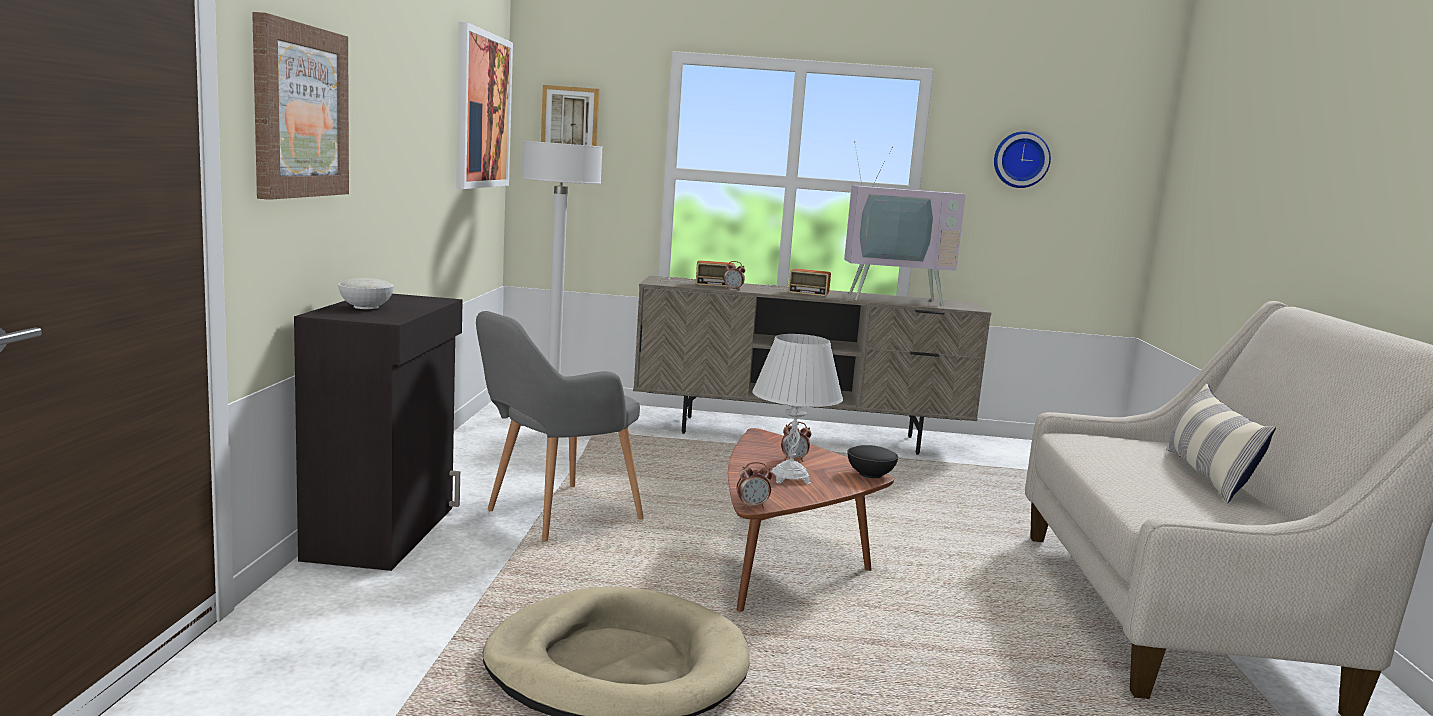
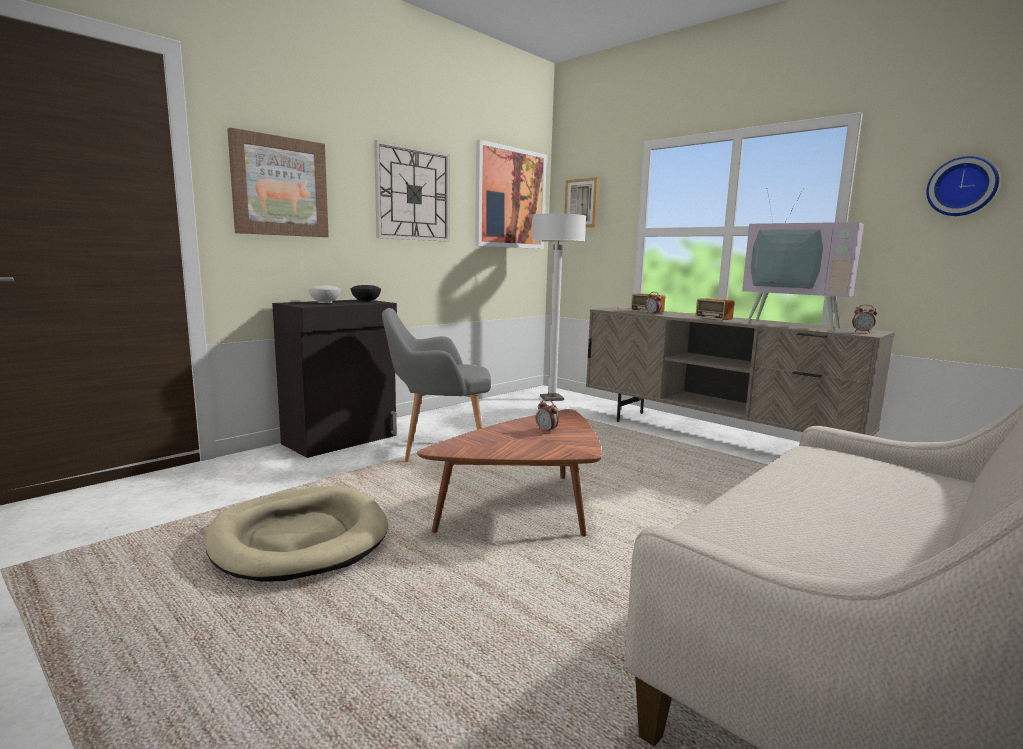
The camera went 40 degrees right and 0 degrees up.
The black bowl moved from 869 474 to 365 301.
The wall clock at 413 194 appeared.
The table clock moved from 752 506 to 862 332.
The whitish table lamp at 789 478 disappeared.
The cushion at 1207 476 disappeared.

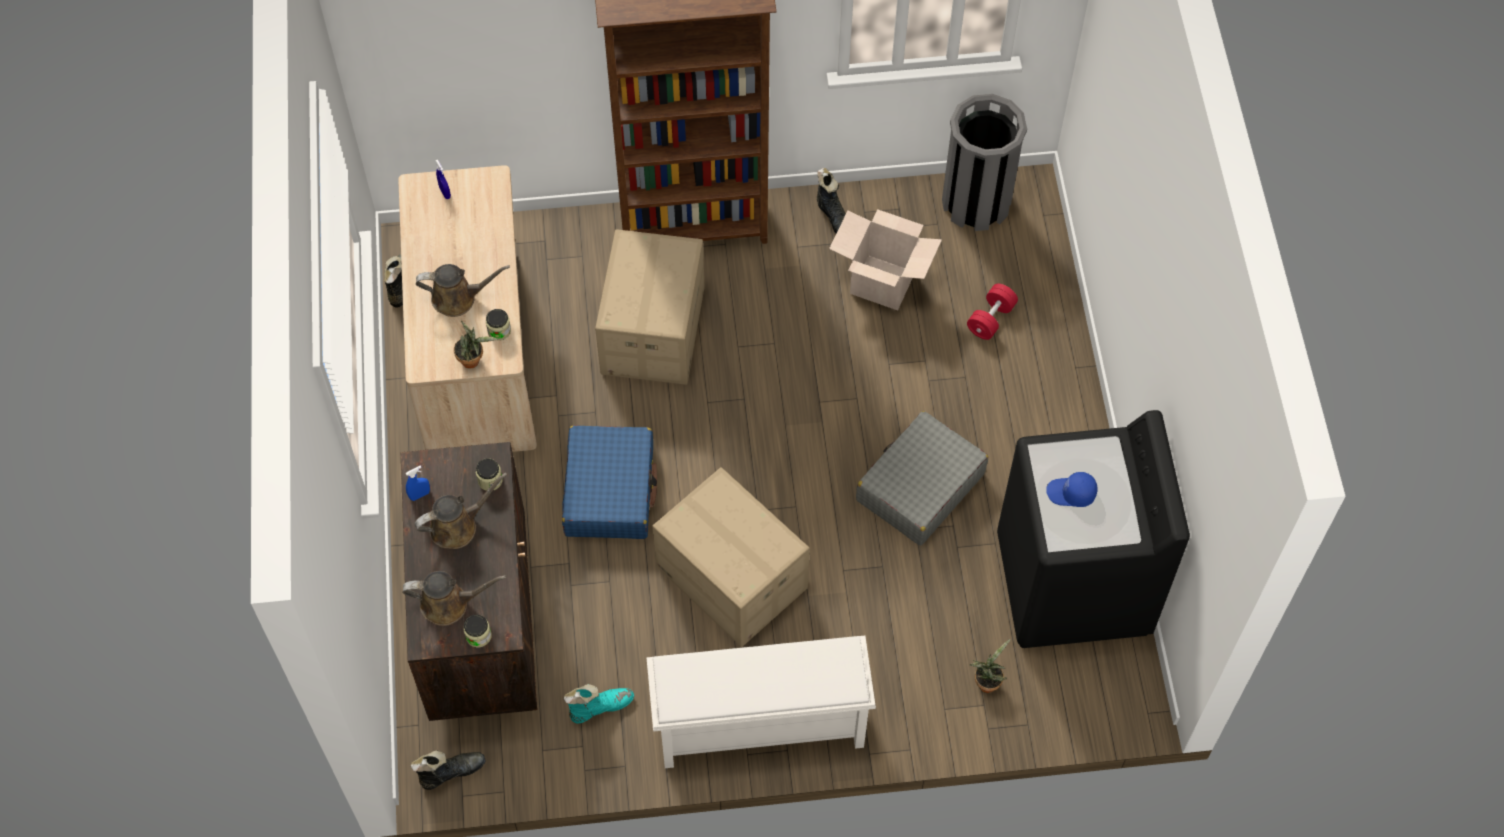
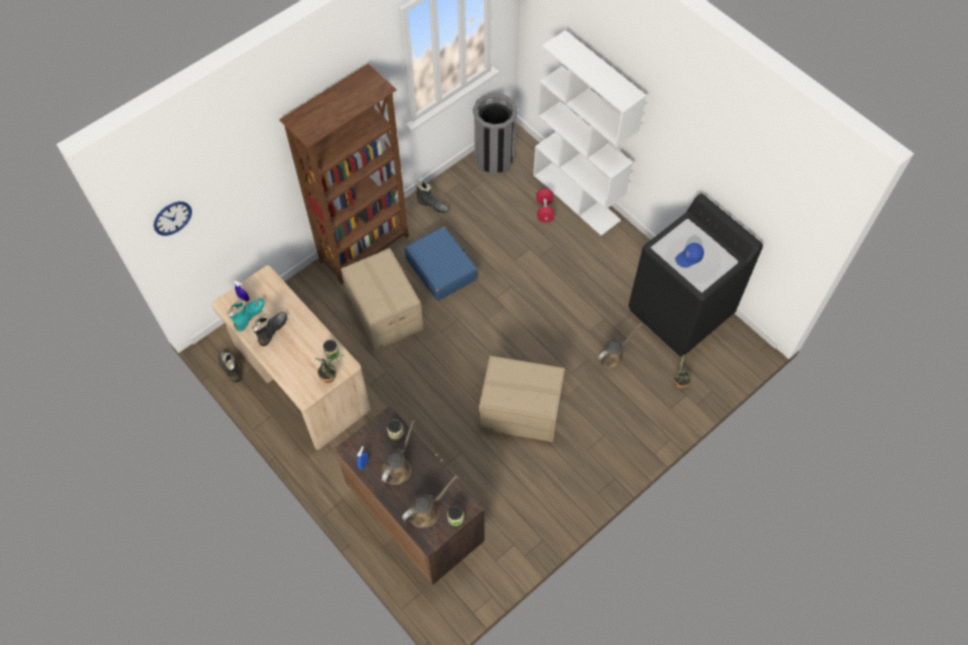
The camera went 35 degrees left and 0 degrees up.
The wall clock at 172 218 appeared.
The turquoise-coloured high-top boot moved from 600 707 to 249 317.
The black high-top boot moved from 451 772 to 272 331.
The blue piece of luggage moved from 610 490 to 441 269.
The whitish shelving unit at 577 197 appeared.
The brown sprinkling can moved from 458 298 to 613 356.
The whitish shoe stand at 758 727 disappeared.
The cardboard box at 882 283 disappeared.
The grey piece of luggage at 919 487 disappeared.

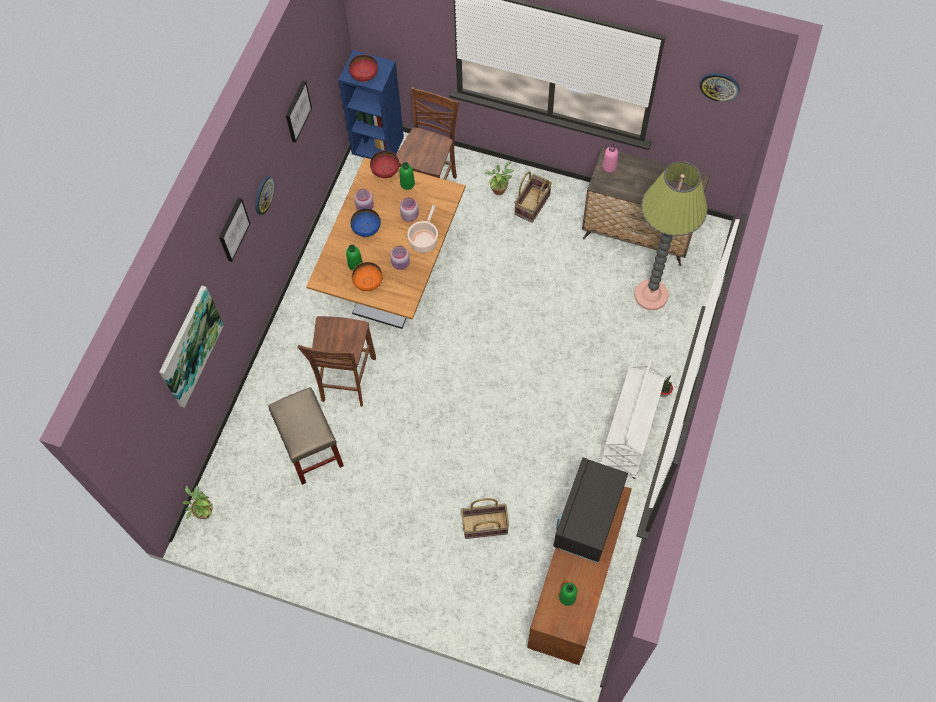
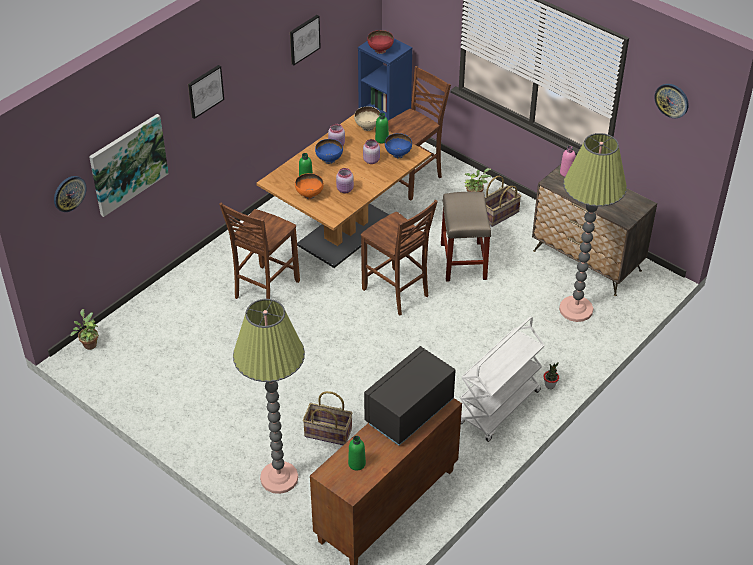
The camera went 20 degrees right and 20 degrees down.
The wall clock moved from 263 195 to 69 193.
The floor lamp at 279 478 appeared.
The red-coloured bowl at 385 172 became the beige bowl at 367 127.
The brown plain chair at 396 293 appeared.
The blue bowl at 398 154 appeared.
The beige stool seat moved from 312 450 to 463 262.
The stockpot at 424 240 disappeared.

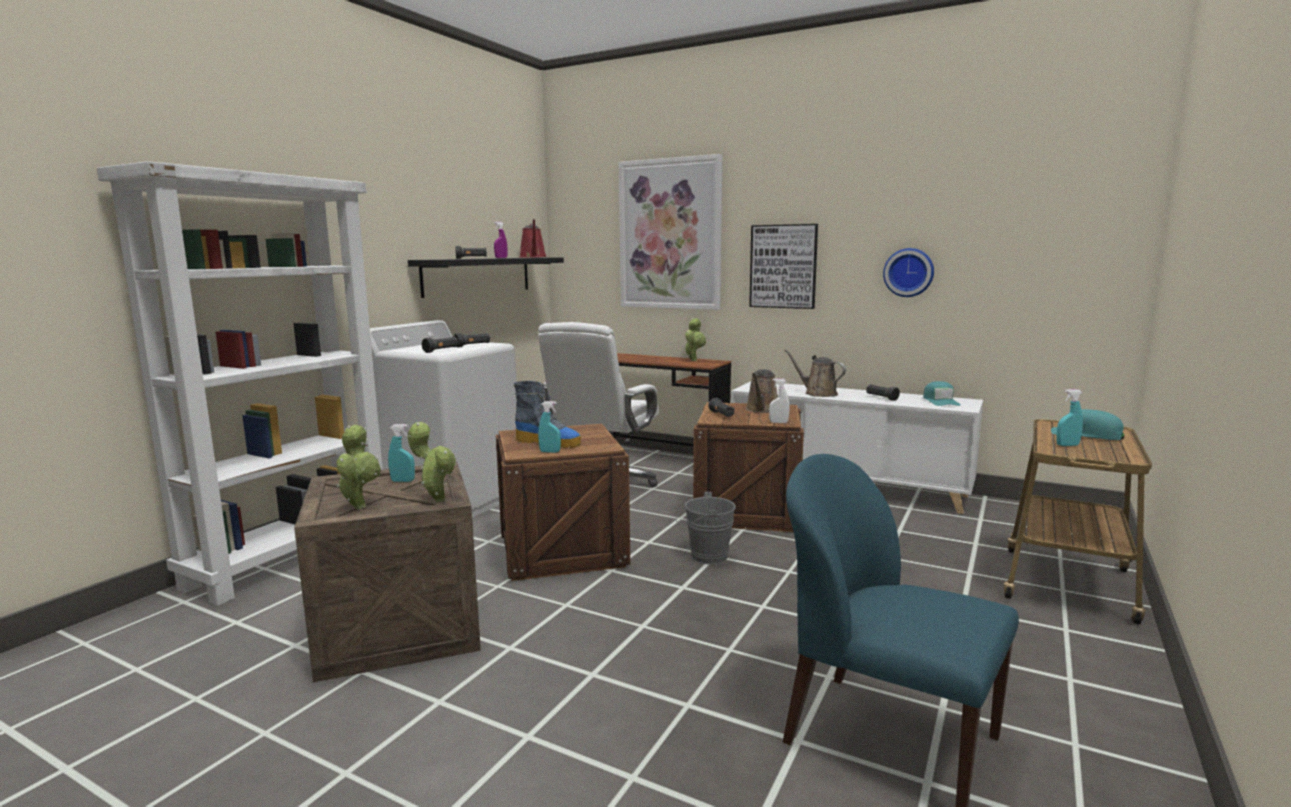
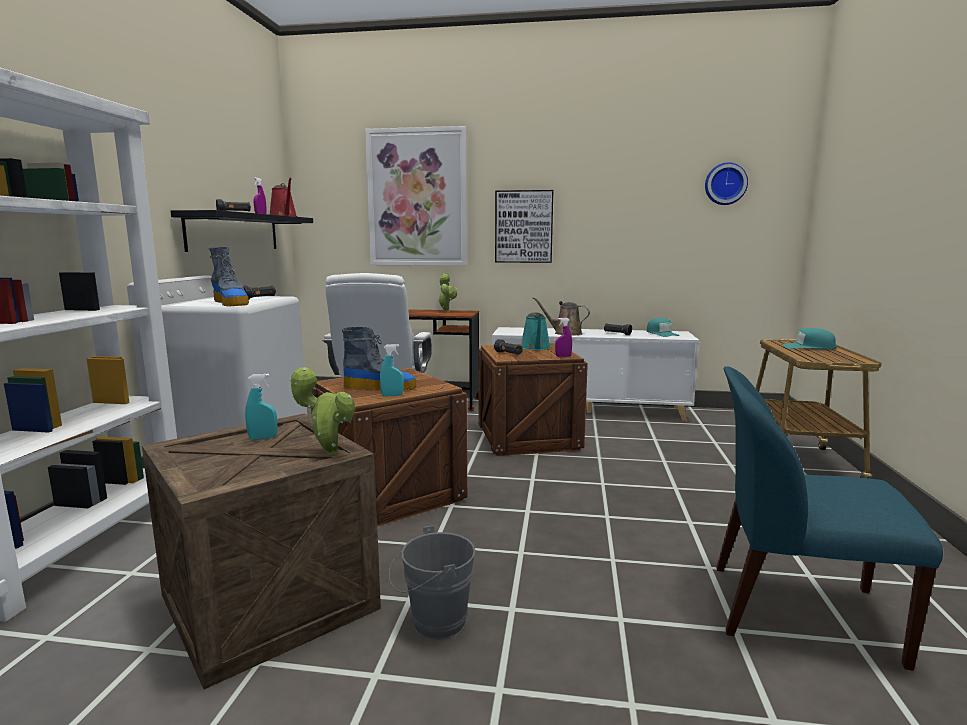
The camera went 20 degrees left and 0 degrees up.
The black flashlight at 441 351 was replaced by the high-top boot at 231 303.
The grey pail moved from 705 556 to 433 623.
The brown sprinkling can at 762 409 became the turquoise-coloured sprinkling can at 536 348.
The whitish spray bottle at 778 422 became the purple-coloured spray bottle at 563 356.
The wall clock moved from 908 272 to 725 184.
The houseplant at 359 505 disappeared.
The turquoise-coloured spray bottle at 1067 445 disappeared.

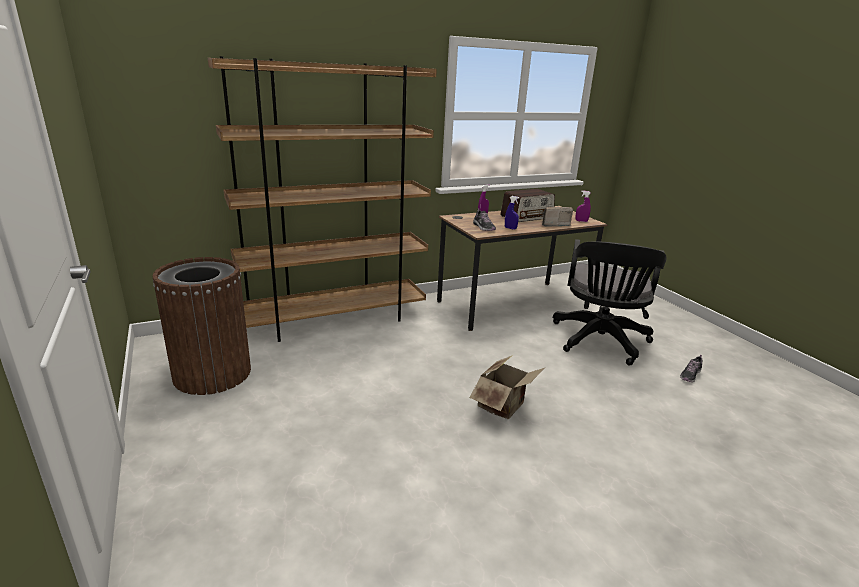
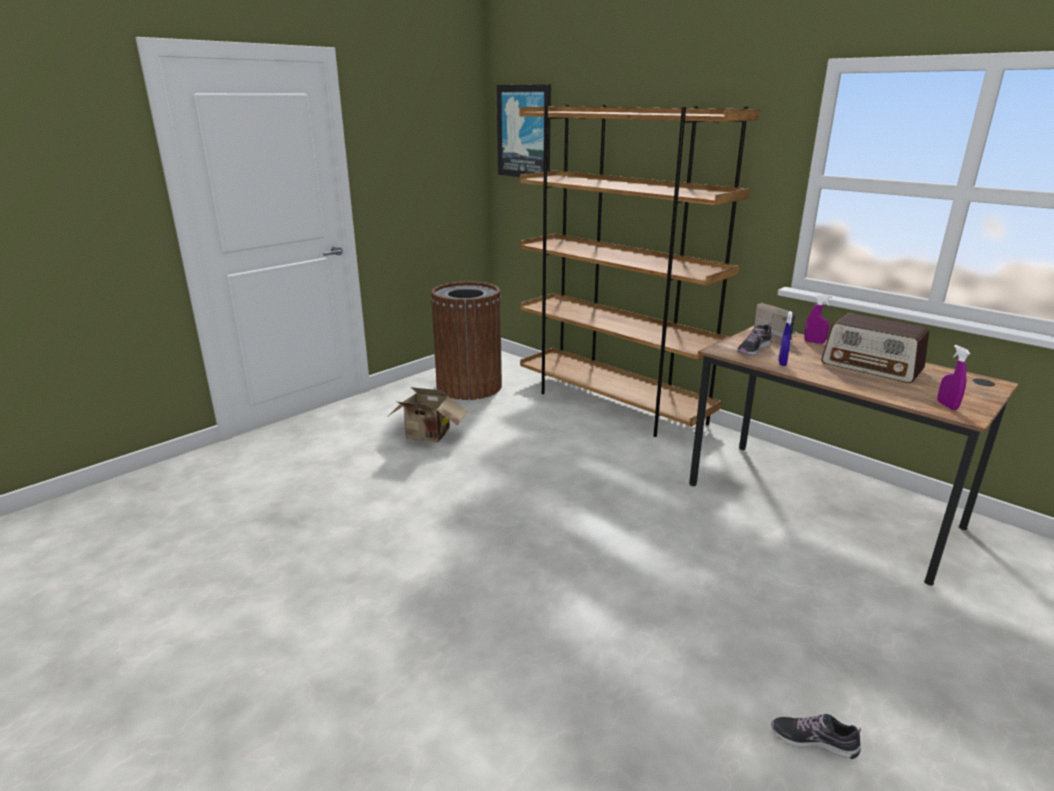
The camera went 70 degrees right and 0 degrees up.
The cardboard box moved from 504 406 to 428 436.
The picture at 524 132 appeared.
The radio set moved from 553 224 to 775 333.
The black desk chair at 600 342 disappeared.

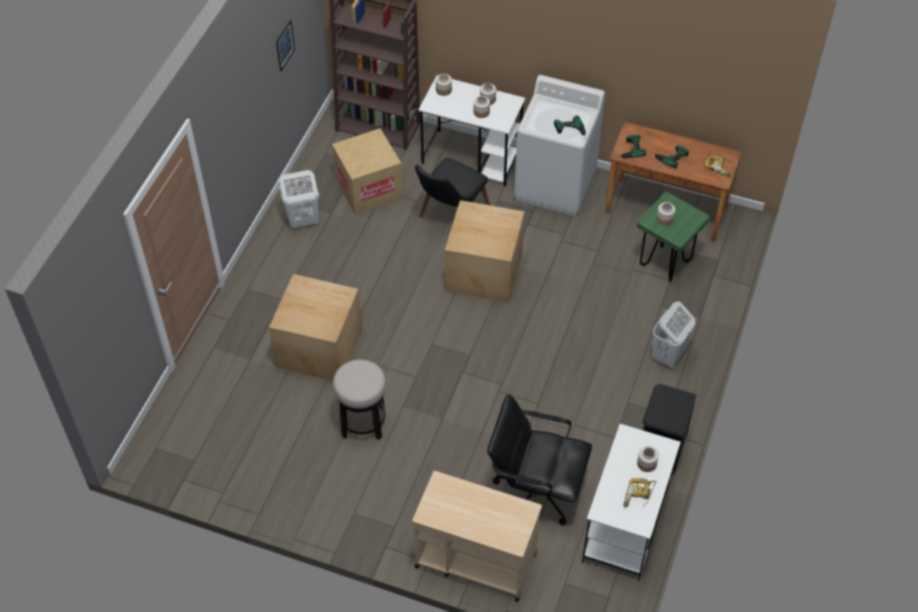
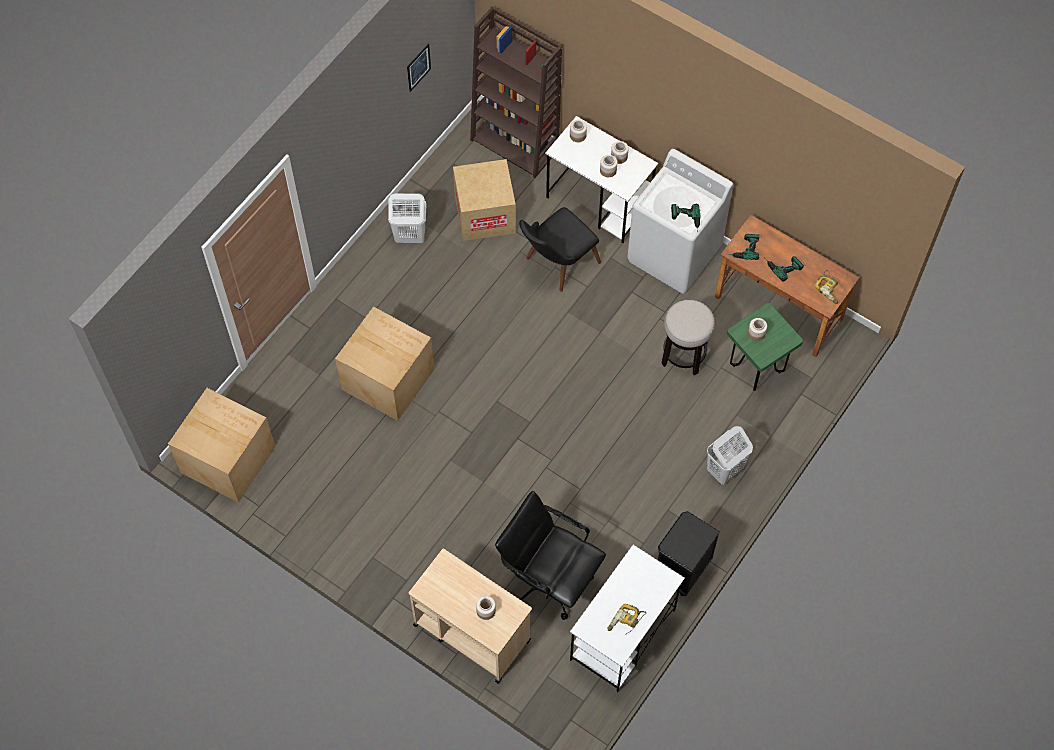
The camera went 15 degrees right and 10 degrees up.
The cardboard box moved from 483 271 to 227 458.
The preserve jar moved from 646 464 to 485 611.
The stool seat moved from 363 422 to 683 355.

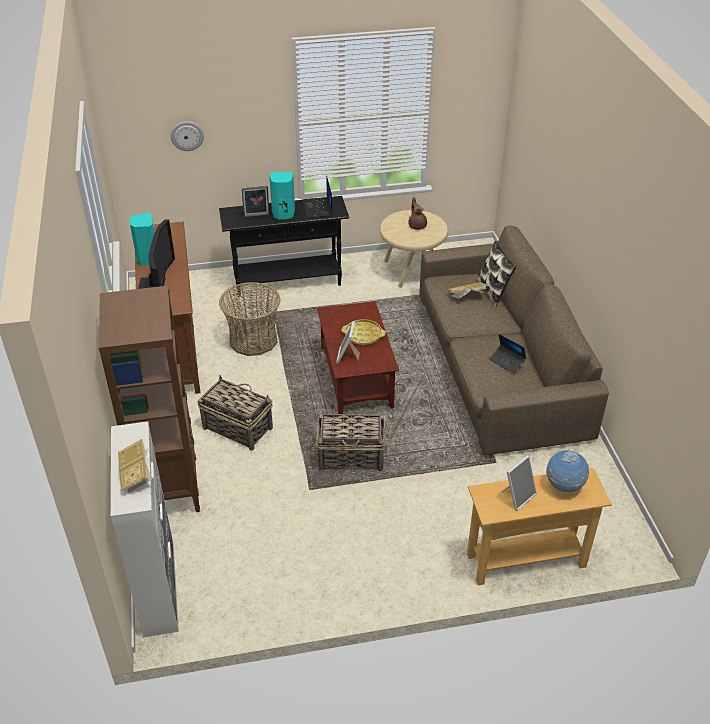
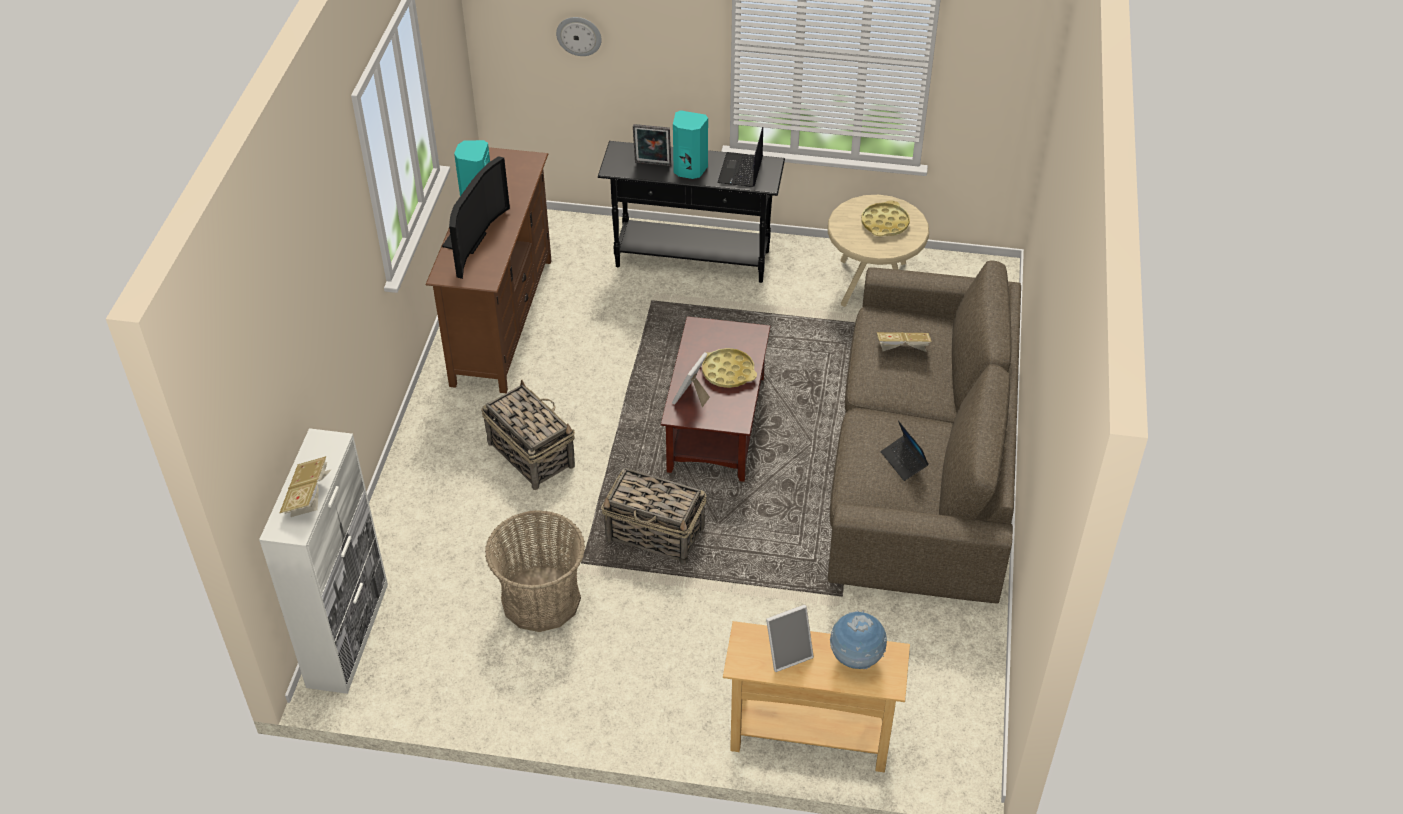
The camera went 20 degrees right and 5 degrees up.
The household basket moved from 253 340 to 541 599.
The brown teapot at 417 225 was replaced by the yellowish tray at 885 223.
The brown shelving unit at 169 487 disappeared.
The cushion at 493 291 disappeared.

